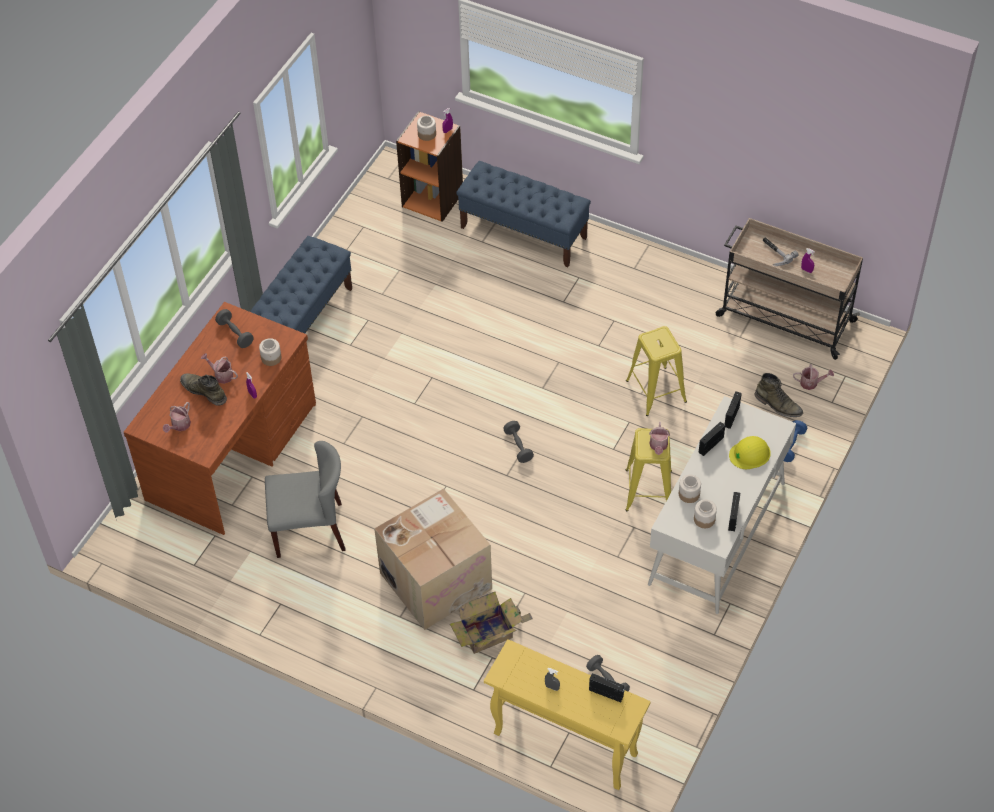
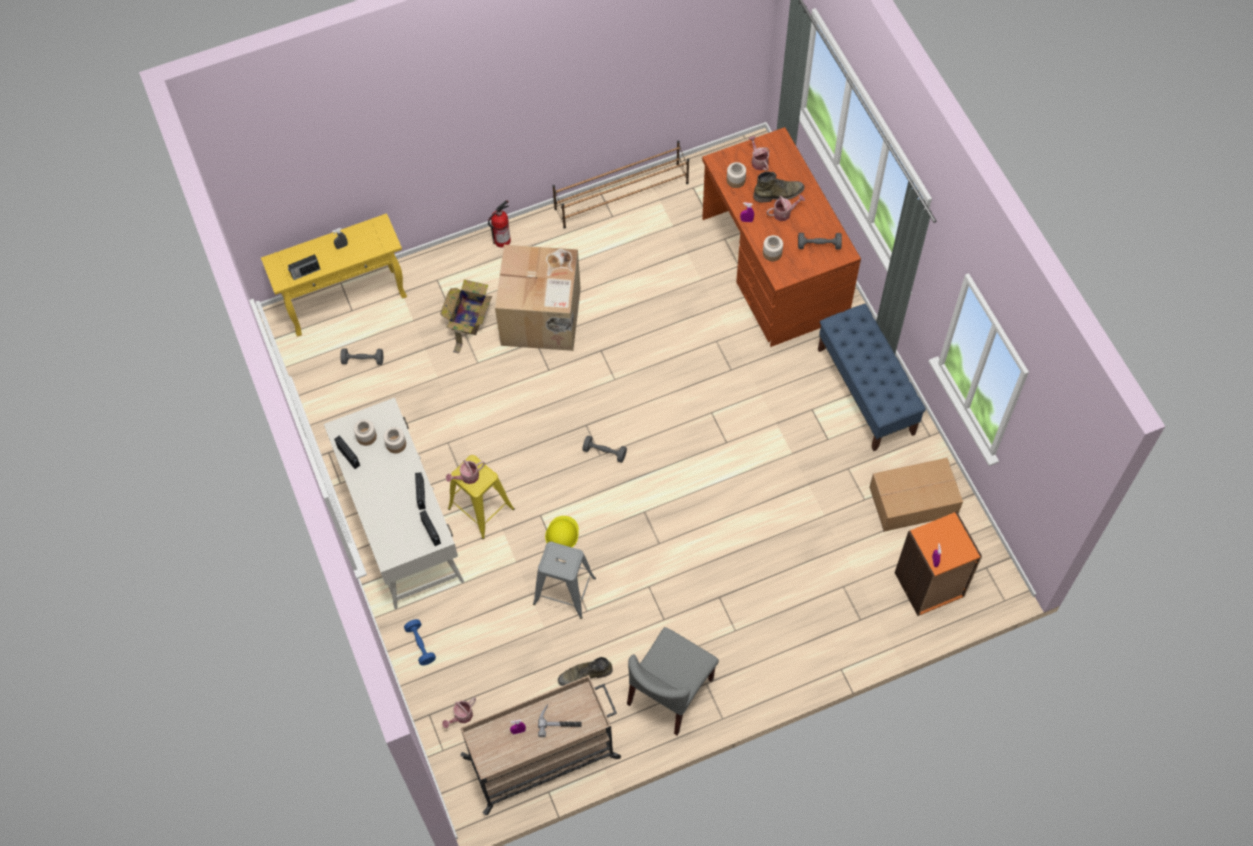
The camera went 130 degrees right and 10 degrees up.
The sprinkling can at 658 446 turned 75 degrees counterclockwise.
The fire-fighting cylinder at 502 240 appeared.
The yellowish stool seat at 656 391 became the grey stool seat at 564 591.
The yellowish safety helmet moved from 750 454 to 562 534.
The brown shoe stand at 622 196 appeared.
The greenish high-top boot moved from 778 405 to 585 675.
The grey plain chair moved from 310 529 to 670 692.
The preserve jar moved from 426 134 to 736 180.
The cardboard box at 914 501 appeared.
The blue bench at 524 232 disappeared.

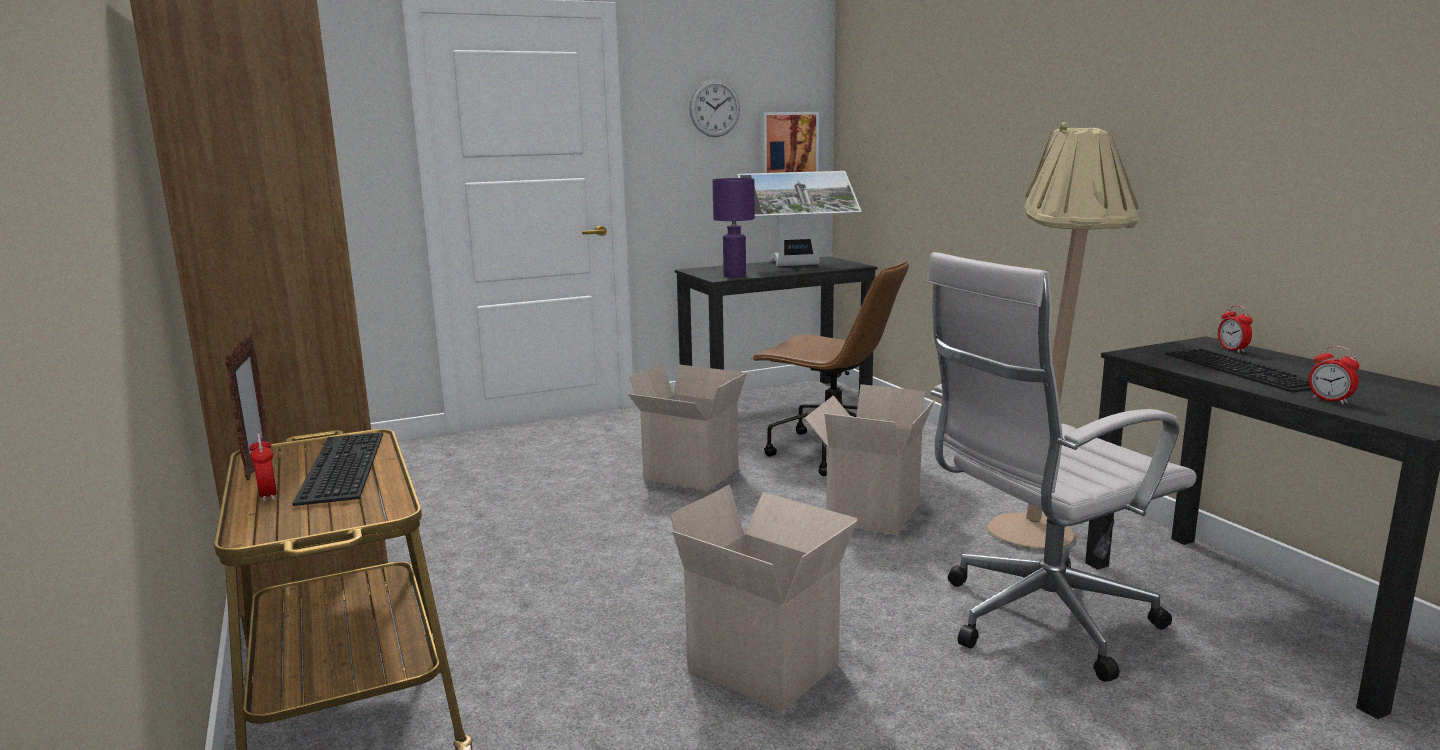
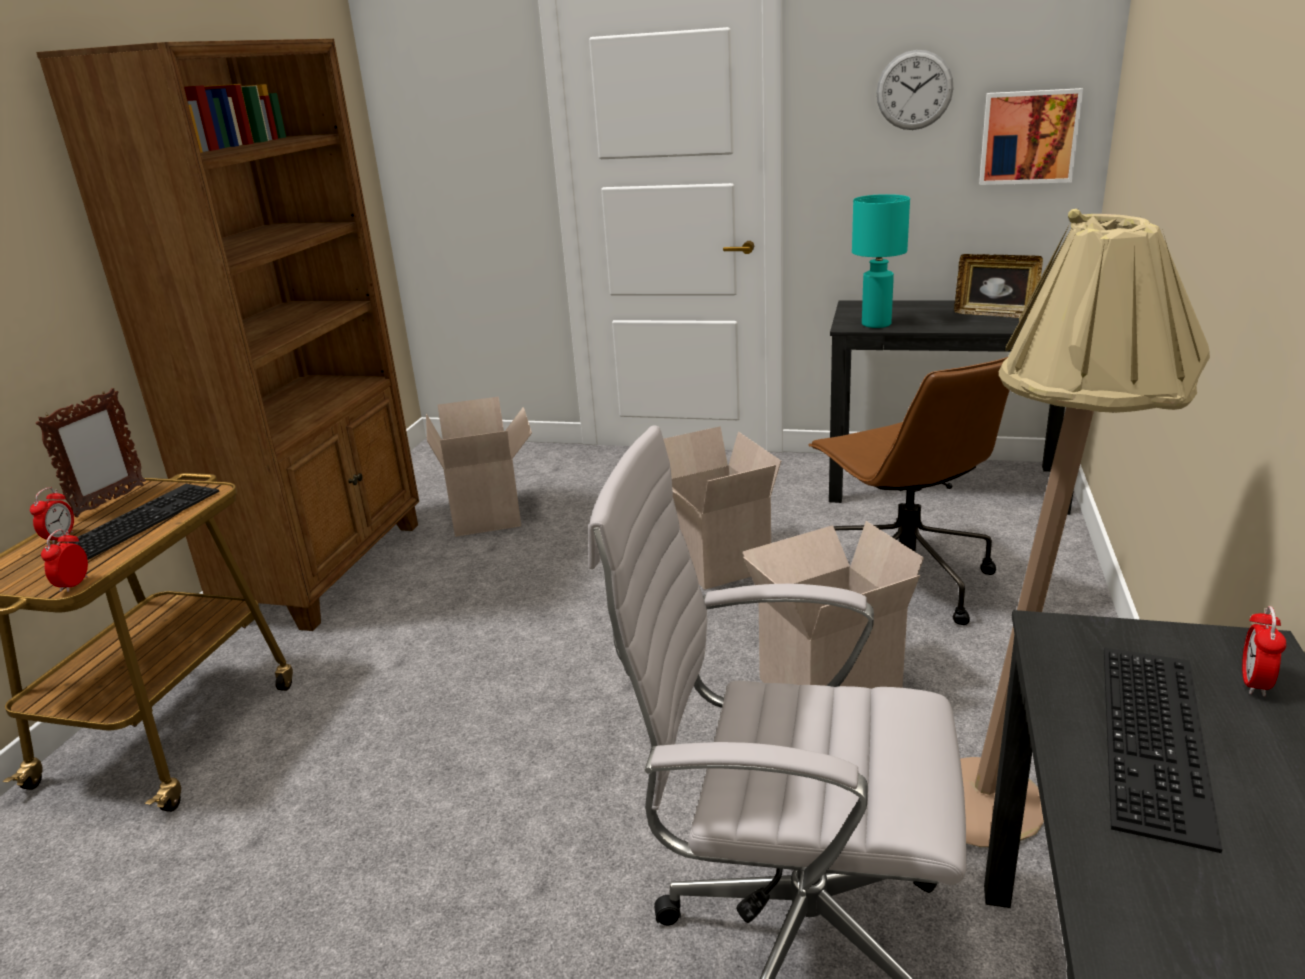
The camera went 40 degrees right and 10 degrees up.
The table clock moved from 1330 400 to 74 584.
The cardboard box moved from 767 665 to 488 515.
The purple-coloured table lamp at 735 276 became the turquoise-coloured table lamp at 876 324.
The computer screen at 797 265 was replaced by the standing frame at 995 314.

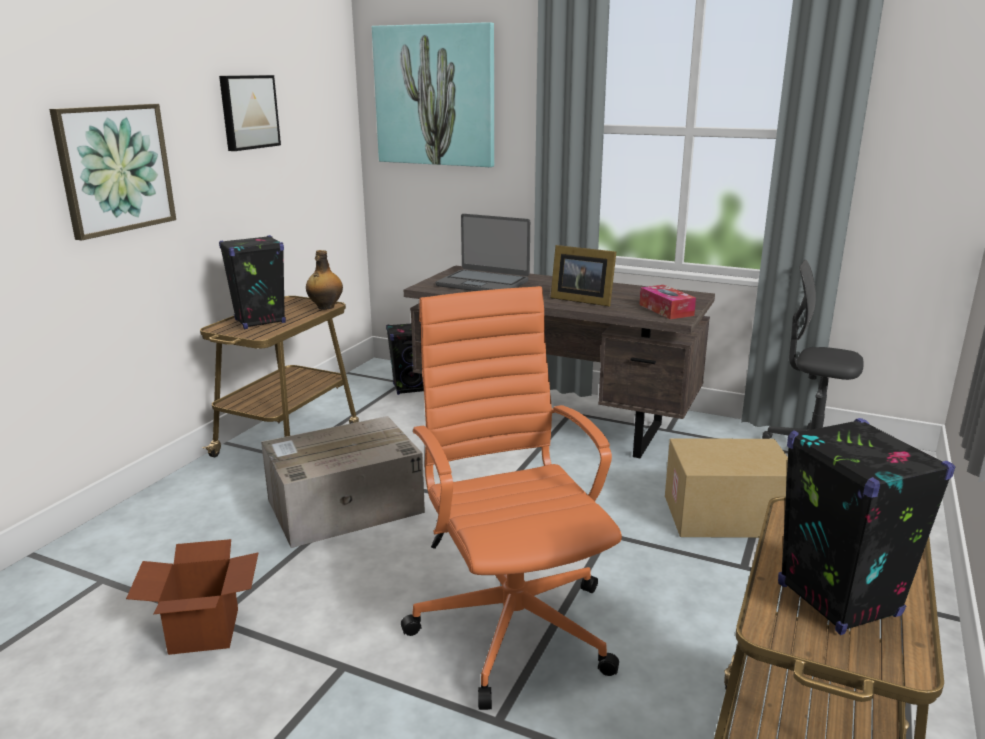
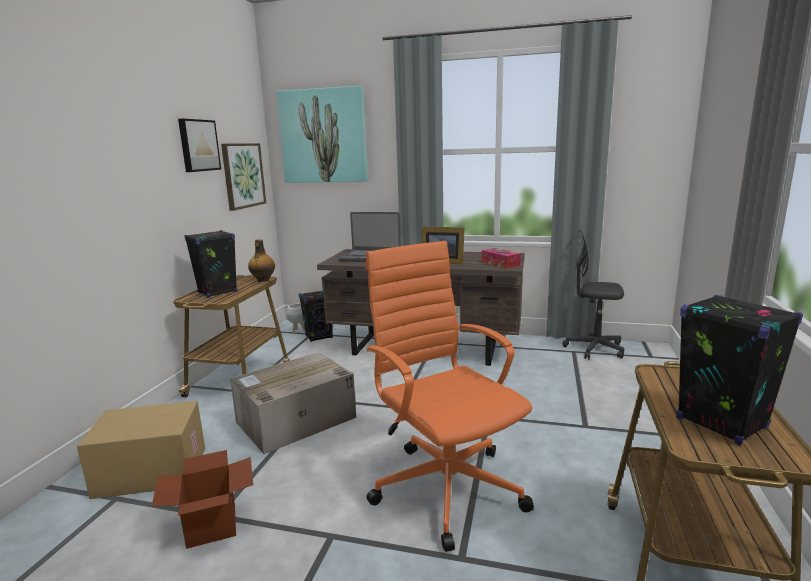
The camera went 10 degrees left and 5 degrees down.
The cardboard box moved from 724 517 to 150 473.
The picture moved from 115 169 to 243 175.
The whitish flower pot at 298 331 appeared.

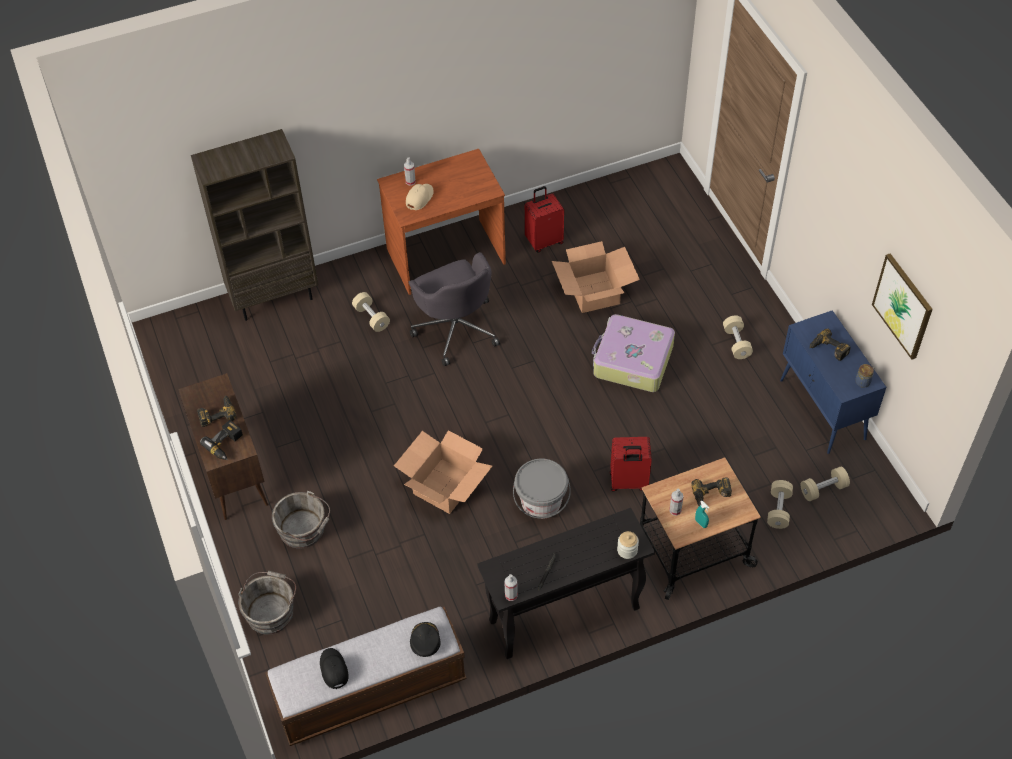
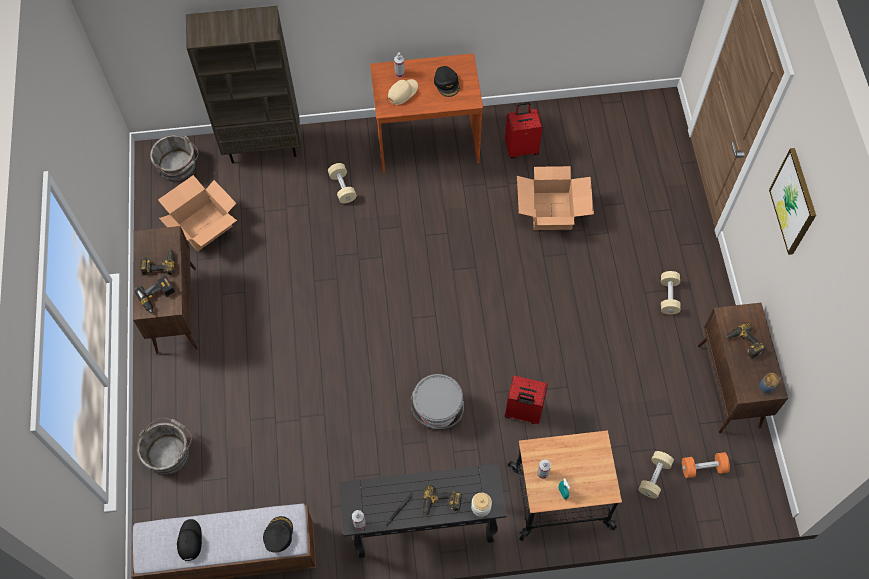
The camera went 15 degrees right and 10 degrees up.
The grey pail moved from 304 530 to 178 167.
The cardboard box moved from 444 486 to 203 226.
The power drill moved from 711 496 to 441 505.
The black cap at 447 83 appeared.
The beige free weight at 823 489 became the orange-coloured free weight at 703 468.
The blue cupboard at 823 410 became the brown cupboard at 729 387.
The picture moved from 903 306 to 794 201.
The grey desk chair at 456 328 disappeared.
The piece of luggage at 632 361 disappeared.

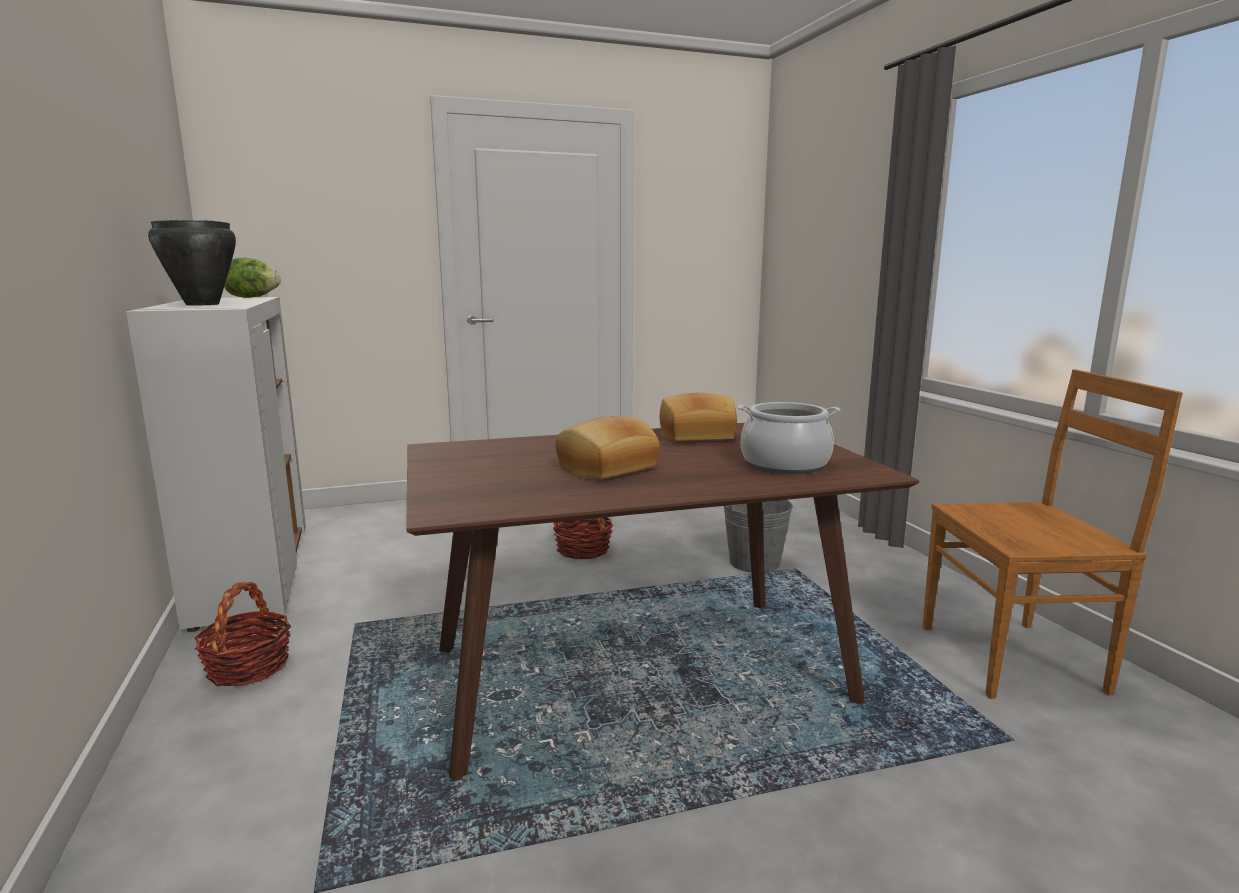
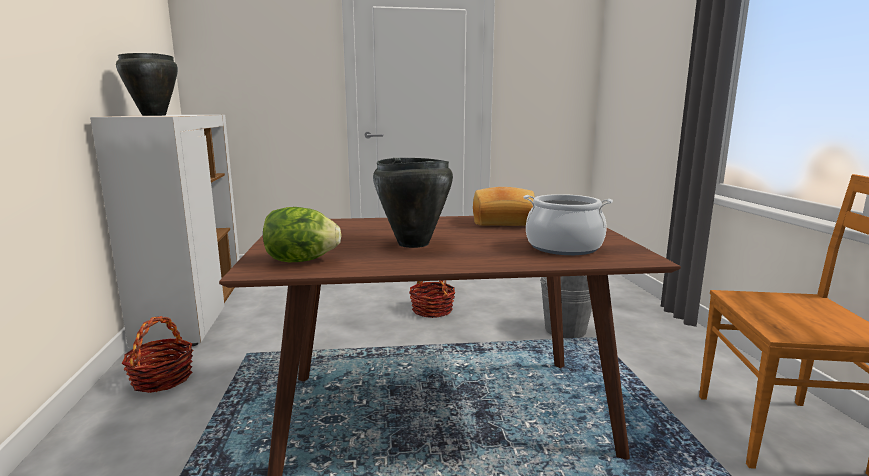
The camera went 10 degrees right and 0 degrees up.
The head of lettuce moved from 251 297 to 301 261.
The bread at 608 468 was replaced by the black stockpot at 413 244.

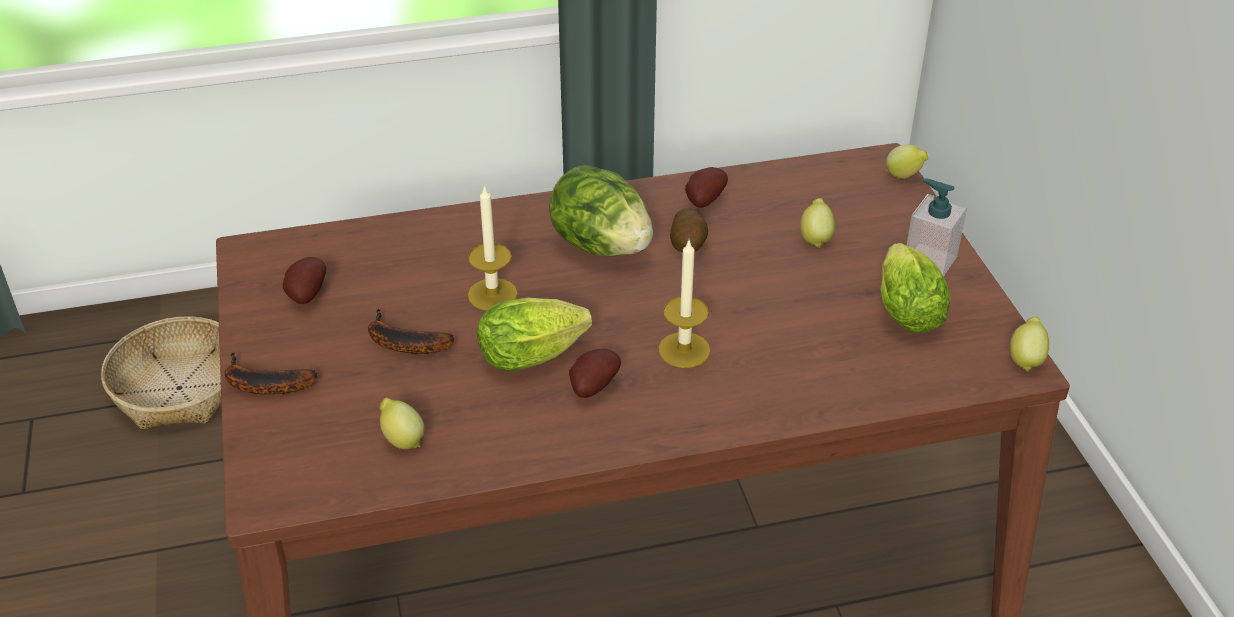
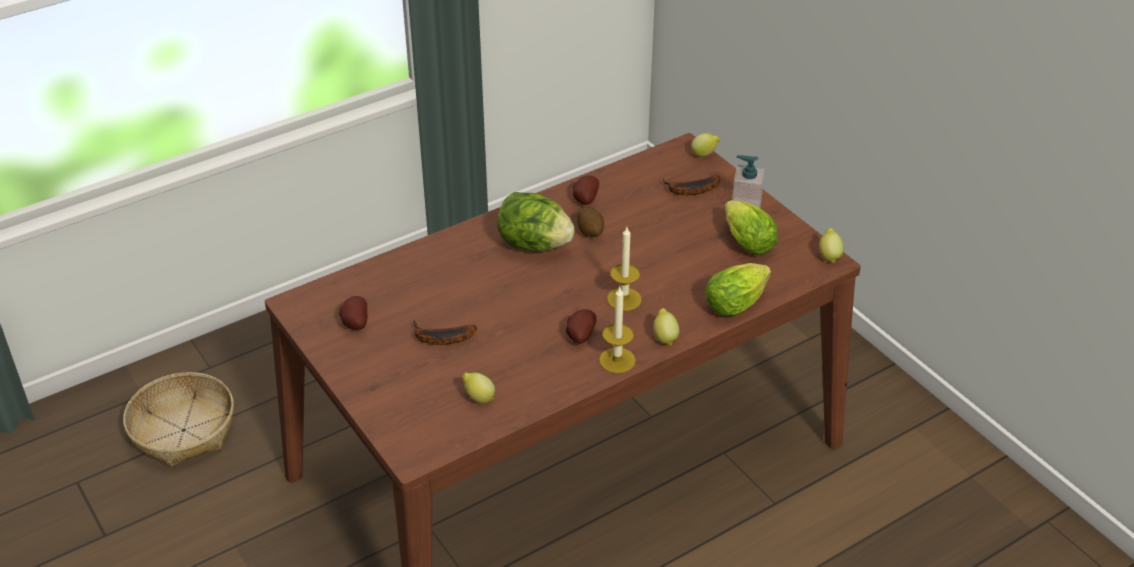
The camera went 20 degrees left and 0 degrees up.
The wax candle moved from 492 294 to 617 360.
The whole lemon moved from 815 238 to 665 337.
The banana fruit moved from 262 384 to 690 190.
The head of lettuce moved from 537 355 to 738 303.

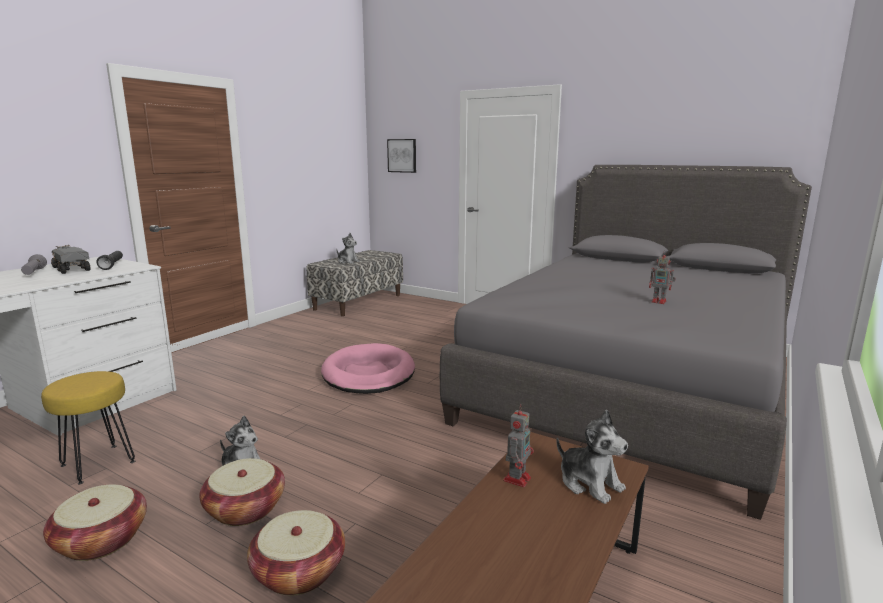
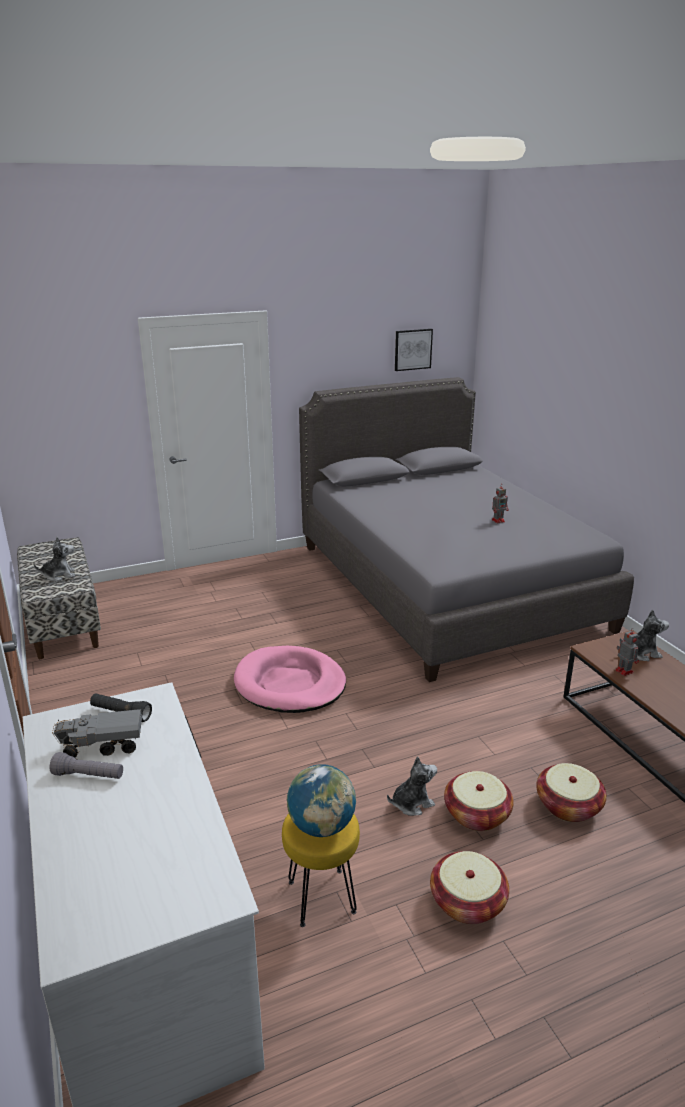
The camera went 55 degrees left and 10 degrees up.
The world globe at 321 826 appeared.
The picture moved from 402 155 to 412 349.

